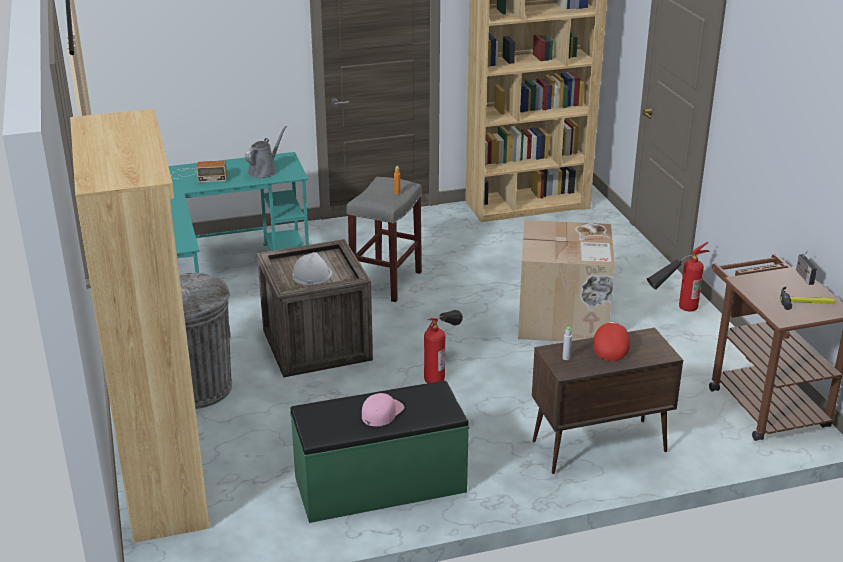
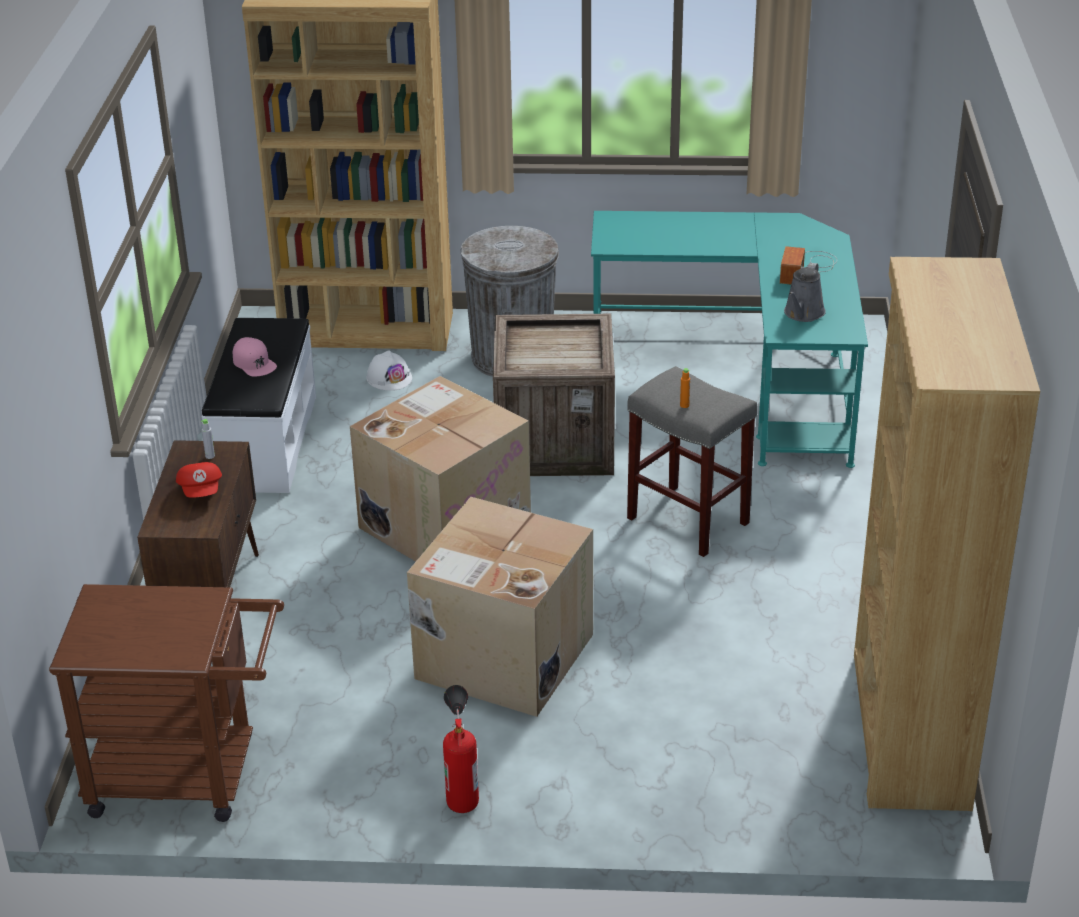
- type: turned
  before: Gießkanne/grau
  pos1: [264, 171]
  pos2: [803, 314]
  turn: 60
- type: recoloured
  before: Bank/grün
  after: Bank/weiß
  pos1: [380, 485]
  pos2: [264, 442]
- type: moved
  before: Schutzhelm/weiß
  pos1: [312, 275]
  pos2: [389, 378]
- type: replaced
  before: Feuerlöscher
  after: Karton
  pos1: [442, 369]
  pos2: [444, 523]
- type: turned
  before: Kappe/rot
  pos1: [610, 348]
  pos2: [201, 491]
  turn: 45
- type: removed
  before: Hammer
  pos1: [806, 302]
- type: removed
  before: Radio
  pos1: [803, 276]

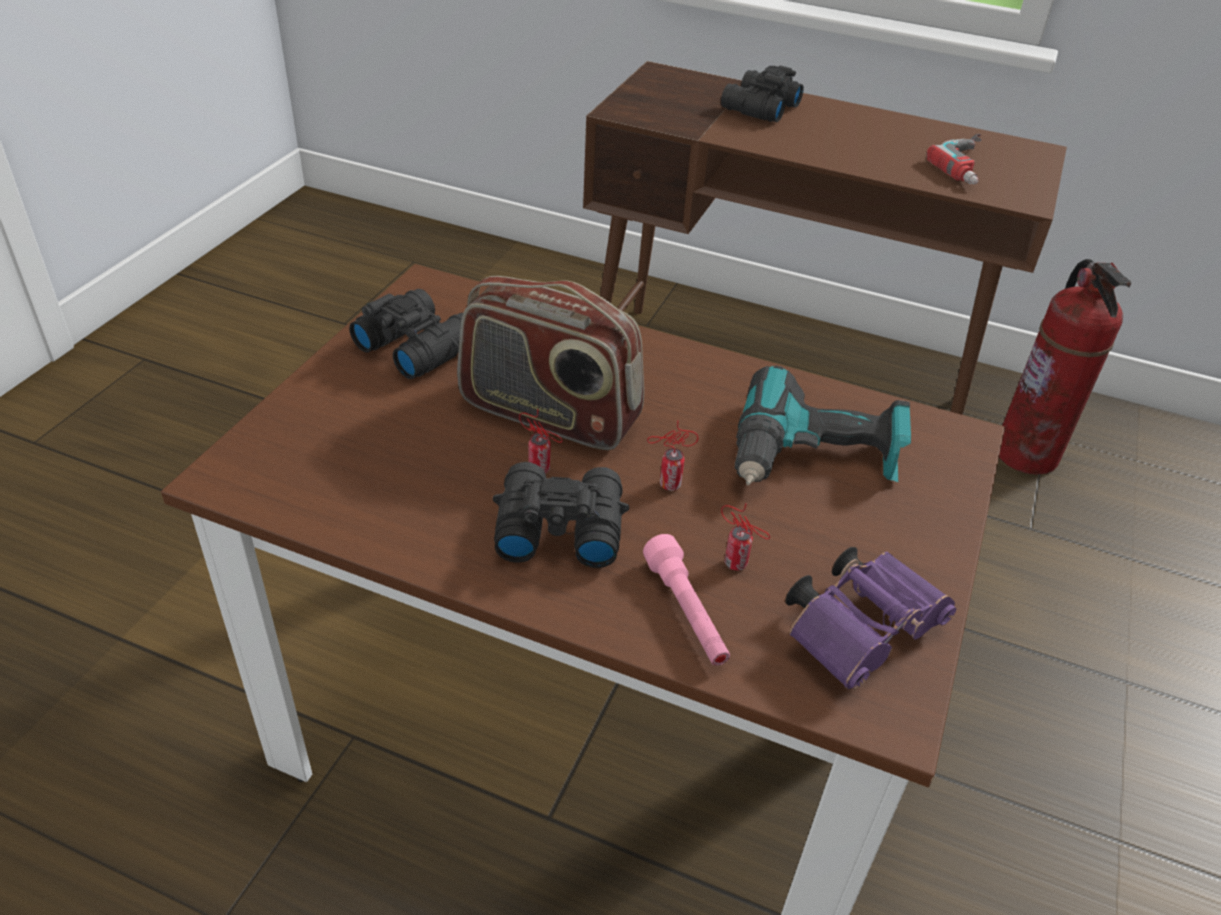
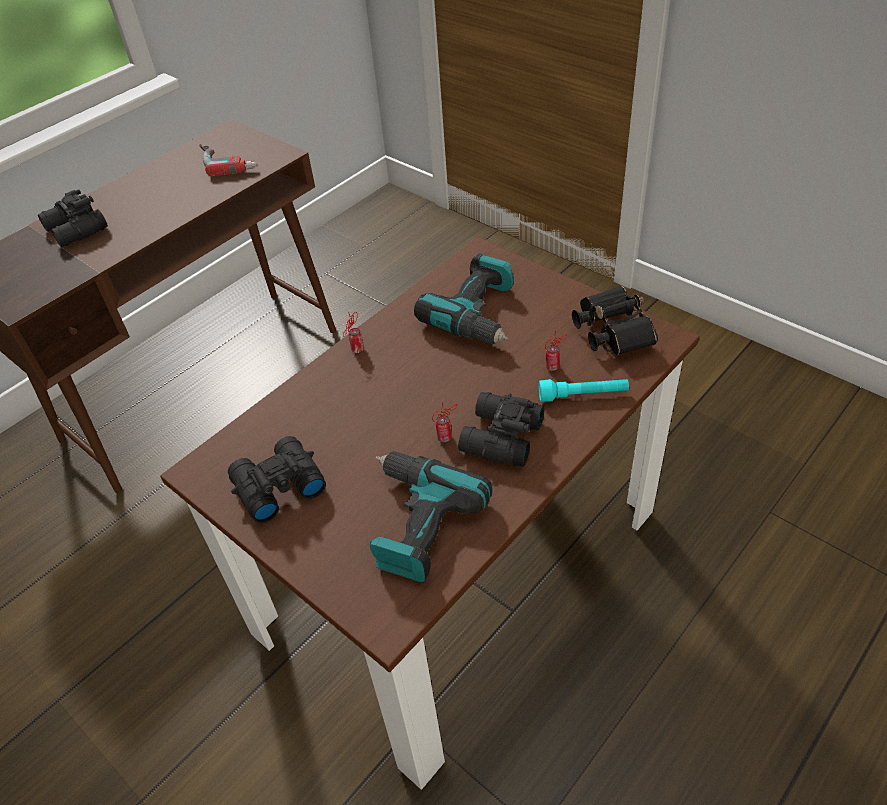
- type: removed
  before: Radio
  pos1: [549, 414]
- type: recoloured
  before: Taschenlampe/rosa
  after: Taschenlampe/türkis
  pos1: [686, 612]
  pos2: [583, 395]
- type: moved
  before: Dose
  pos1: [667, 484]
  pos2: [357, 351]
- type: recoloured
  before: Fernglas/lila
  after: Fernglas/schwarz
  pos1: [863, 630]
  pos2: [610, 332]
- type: removed
  before: Feuerlöscher
  pos1: [1026, 454]
- type: added
  after: Bohrmaschine
  pos2: [416, 523]

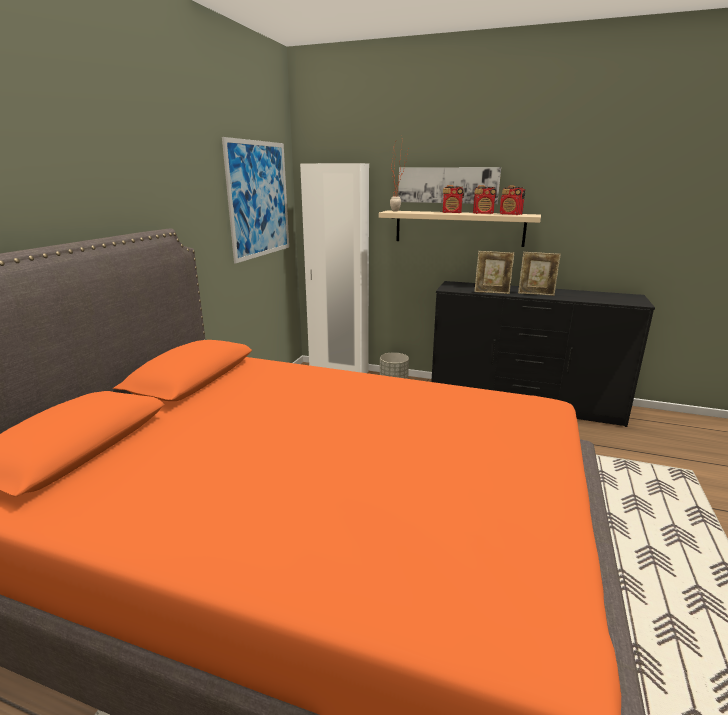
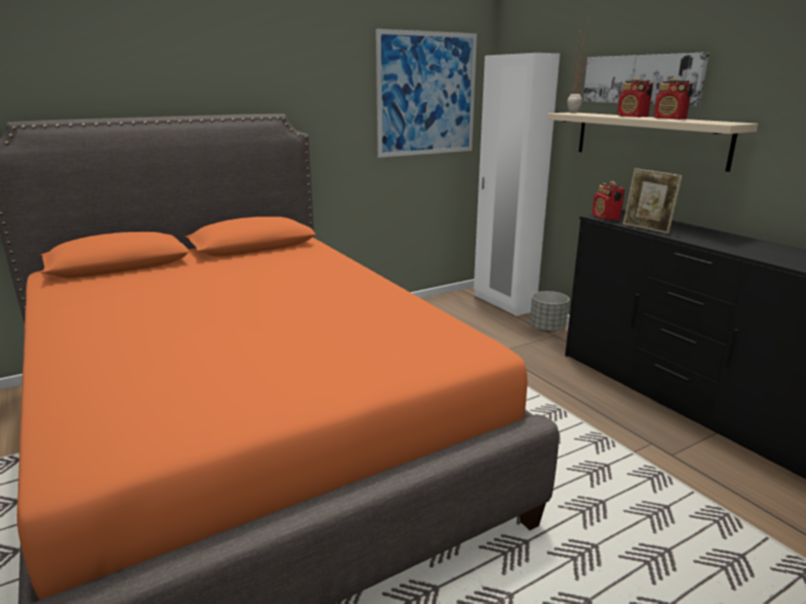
- type: moved
  before: Radio
  pos1: [511, 214]
  pos2: [606, 218]
- type: removed
  before: Bilderrahmen
  pos1: [536, 294]

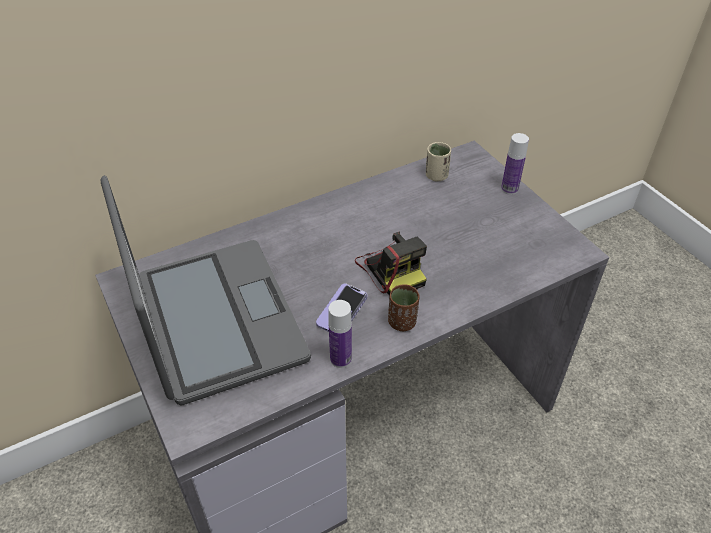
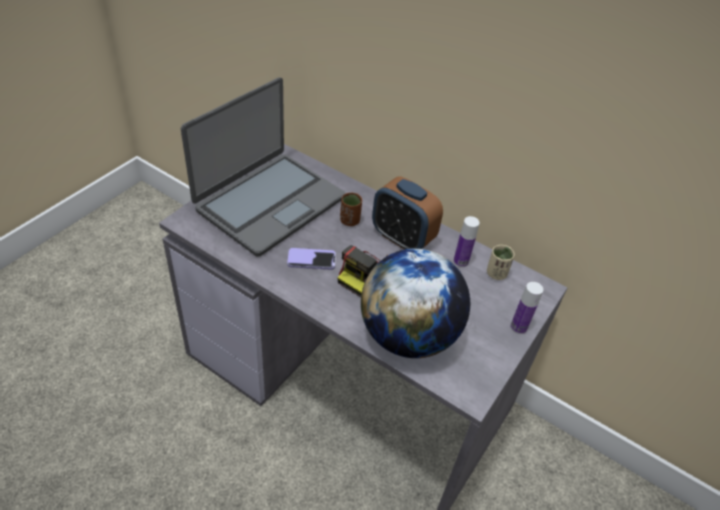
- type: moved
  before: Flasche
  pos1: [341, 359]
  pos2: [460, 261]
- type: moved
  before: Tasse/braun
  pos1: [402, 322]
  pos2: [350, 221]
- type: added
  after: Globus
  pos2: [408, 336]
- type: added
  after: Wecker
  pos2: [402, 238]

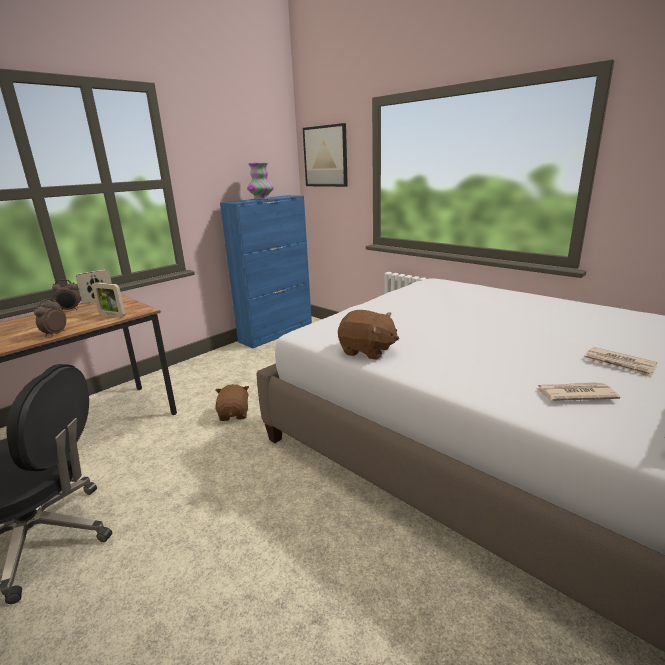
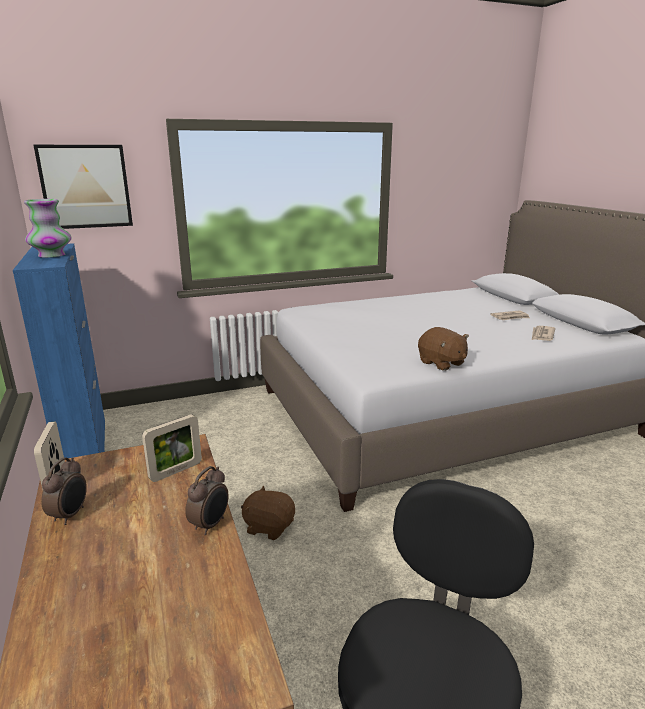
- type: turned
  before: Wecker
  pos1: [54, 334]
  pos2: [210, 524]
  turn: -105
- type: turned
  before: Plüschtier/braun
  pos1: [367, 351]
  pos2: [441, 363]
  turn: 90

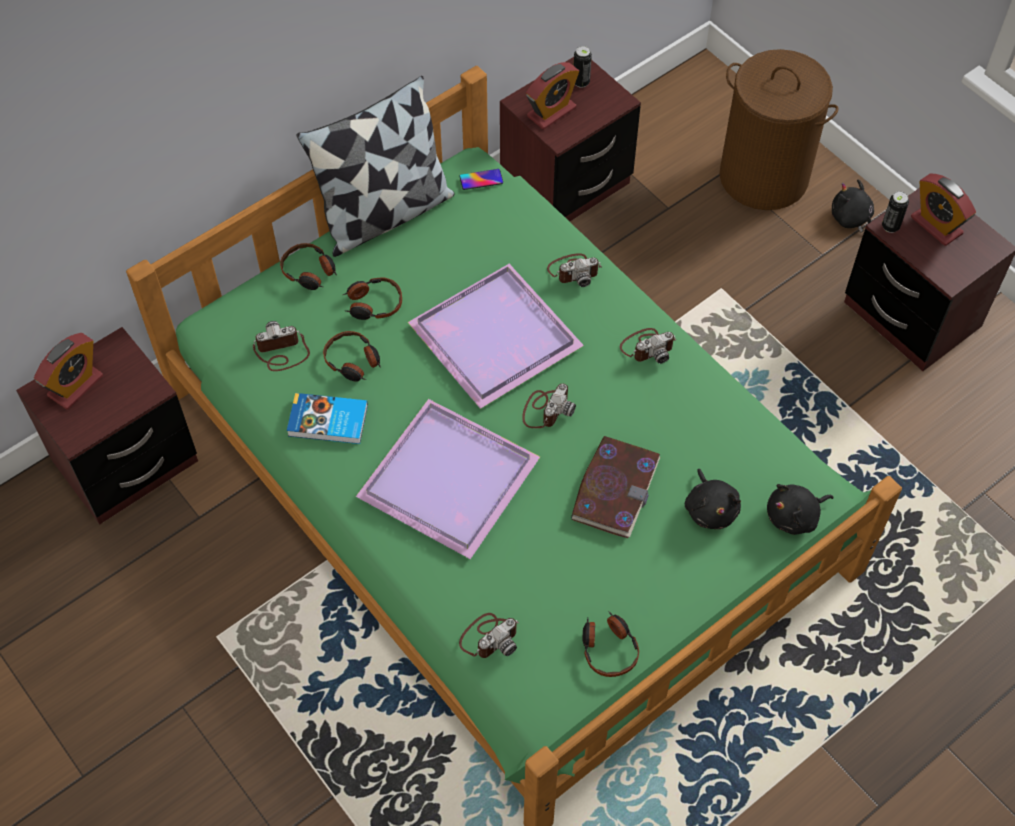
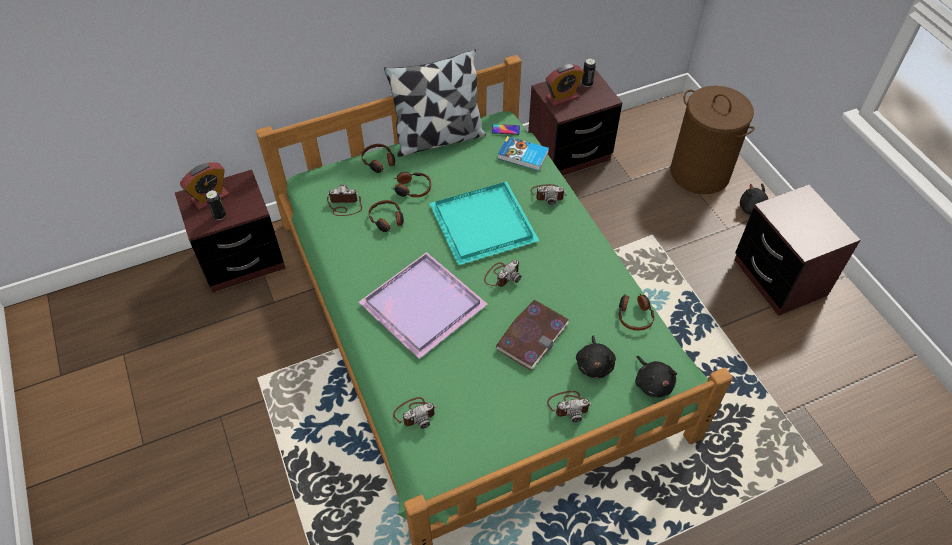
- type: moved
  before: Buch
  pos1: [328, 422]
  pos2: [523, 156]
- type: recoloured
  before: Tablett/lila
  after: Tablett/türkis
  pos1: [491, 337]
  pos2: [481, 223]
- type: moved
  before: Kopfhörer
  pos1: [608, 648]
  pos2: [634, 315]
- type: moved
  before: Kamera
  pos1: [647, 347]
  pos2: [569, 406]
- type: turned
  before: Plüschtier/schwarz
  pos1: [794, 516]
  pos2: [653, 383]
  turn: -105
- type: moved
  before: Dose
  pos1: [890, 226]
  pos2: [219, 216]
- type: removed
  before: Wecker
  pos1: [936, 225]

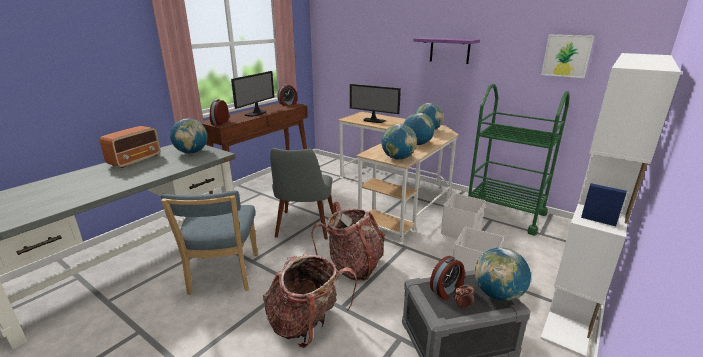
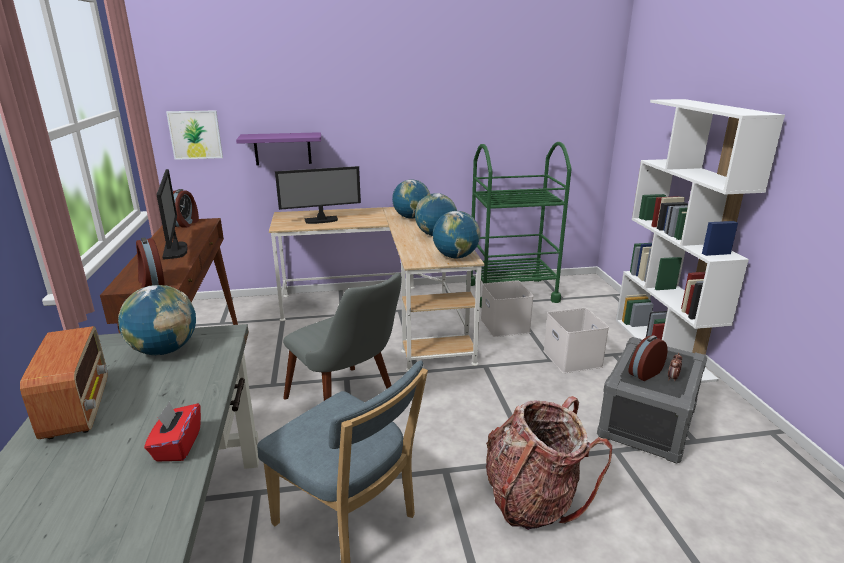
- type: removed
  before: Rucksack
  pos1: [353, 266]
- type: moved
  before: Wandregal/lila
  pos1: [449, 50]
  pos2: [282, 149]
- type: turned
  before: Wecker
  pos1: [447, 290]
  pos2: [644, 373]
  turn: -135
- type: removed
  before: Globus
  pos1: [498, 294]
- type: moved
  before: Bild
  pos1: [566, 56]
  pos2: [195, 134]
- type: added
  after: Taschentuchbox/rot
  pos2: [177, 446]

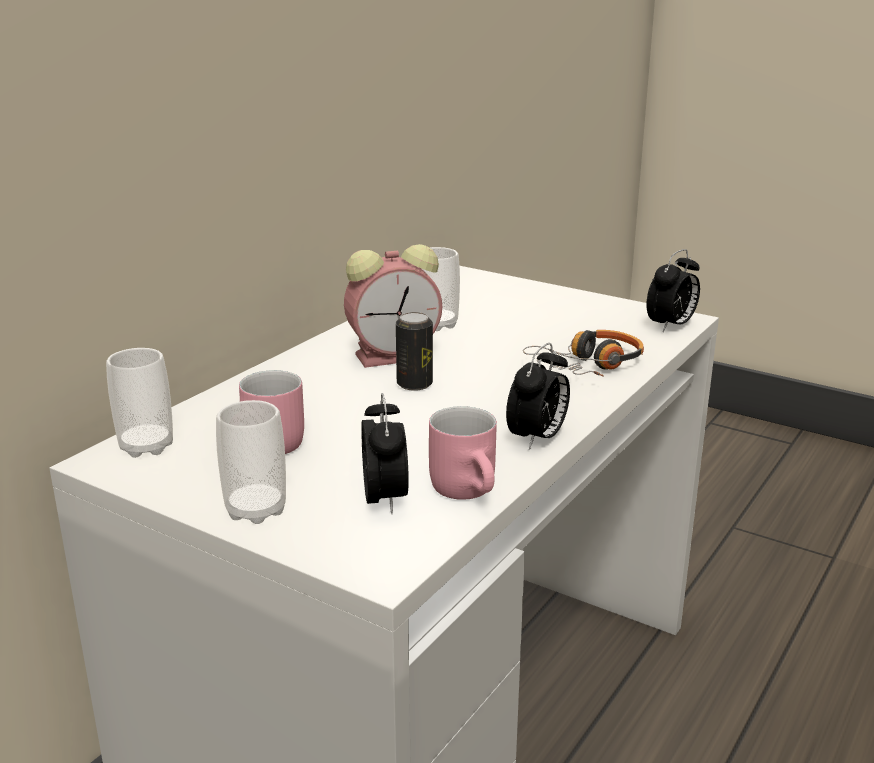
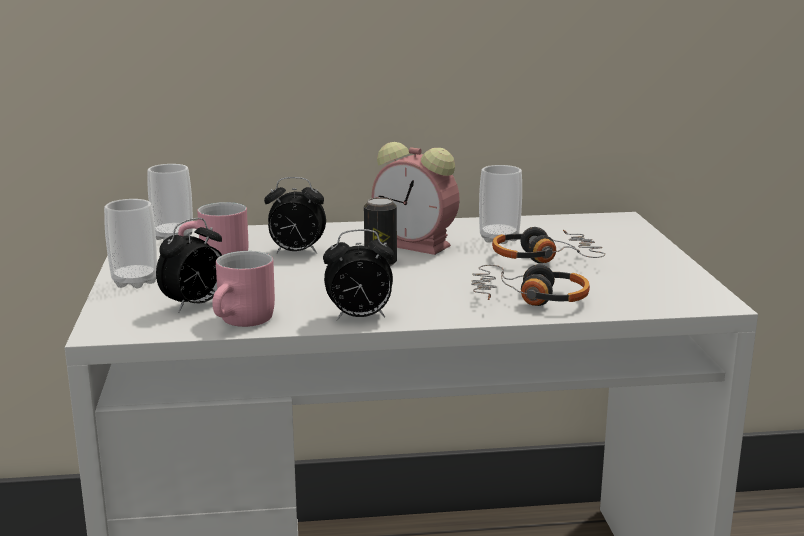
- type: moved
  before: Wecker
  pos1: [671, 326]
  pos2: [296, 253]
- type: added
  after: Kopfhörer
  pos2: [545, 258]

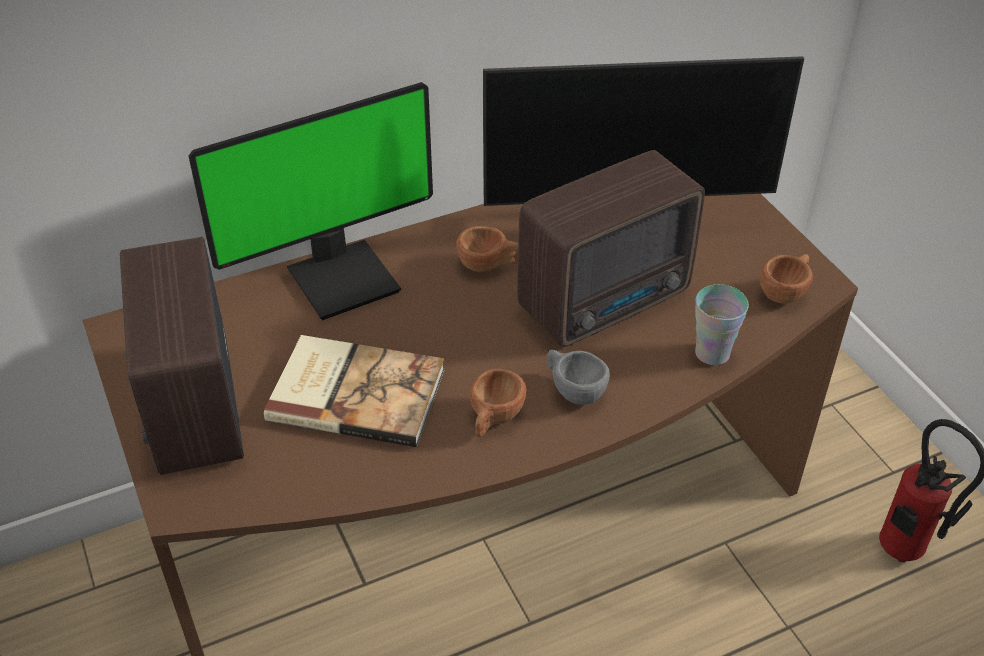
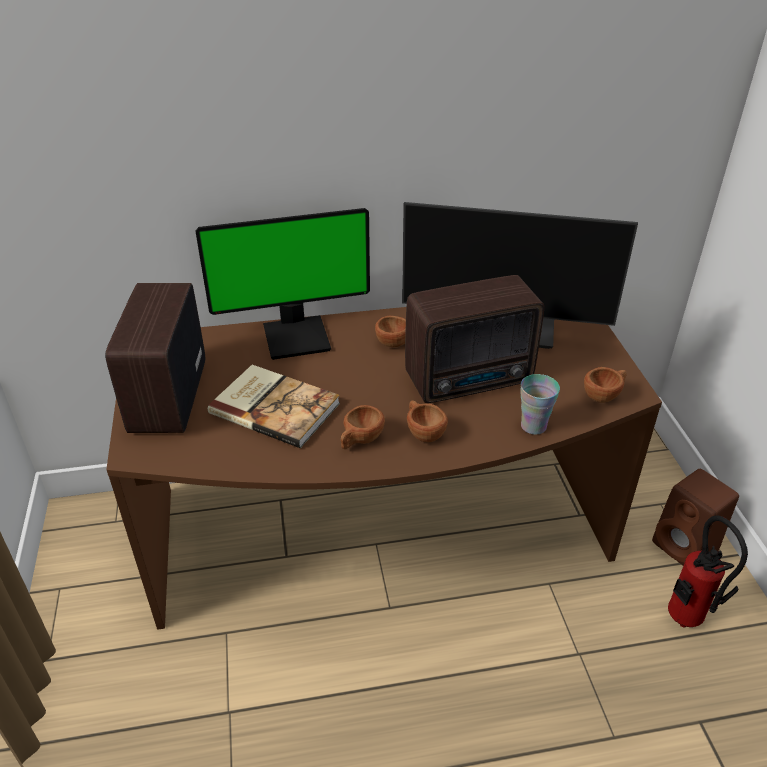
- type: recoloured
  before: Tasse/grau
  after: Tasse/braun
  pos1: [573, 390]
  pos2: [423, 432]
- type: added
  after: Lautsprecher/braun
  pos2: [686, 547]

